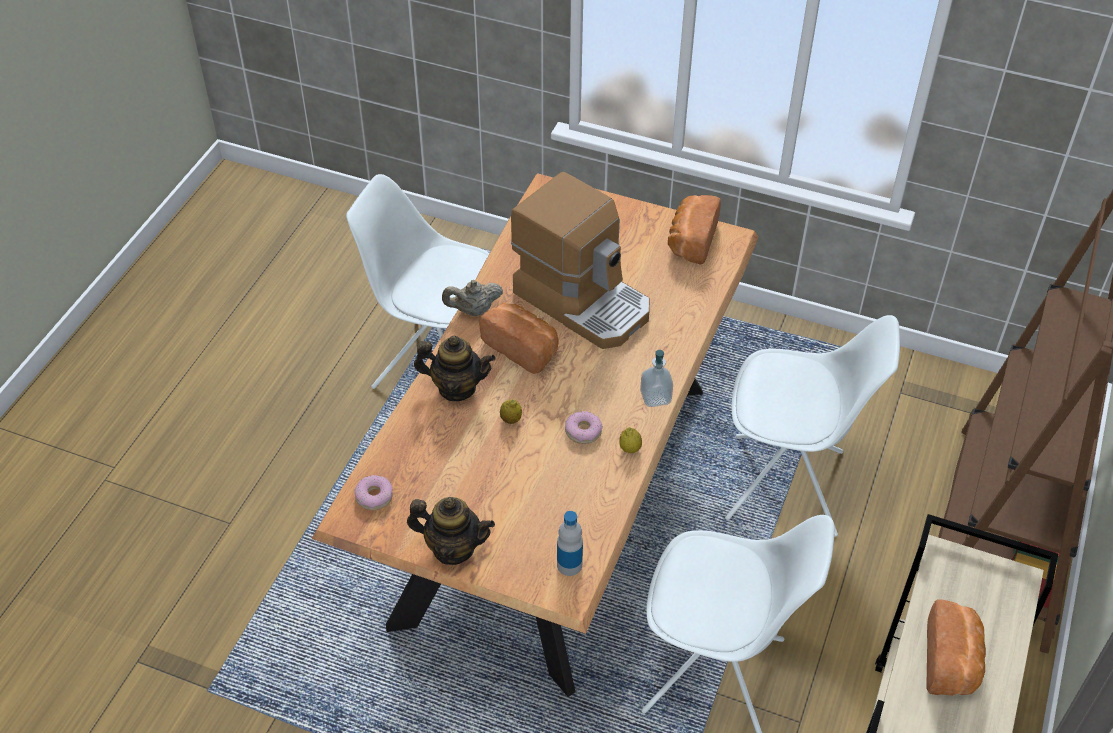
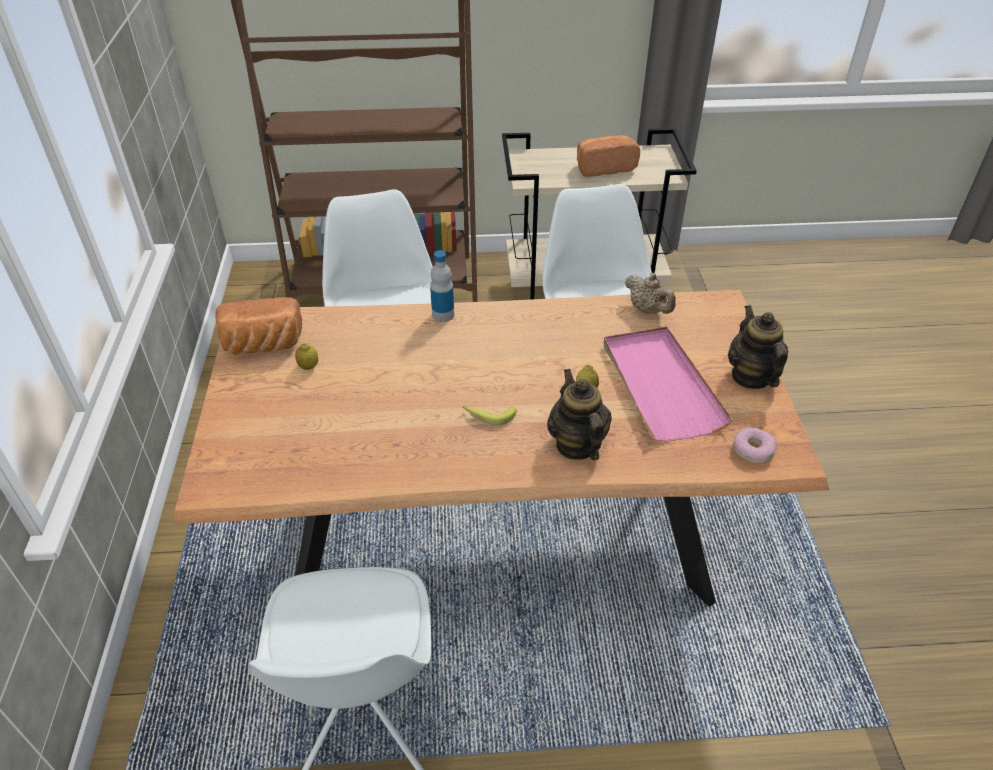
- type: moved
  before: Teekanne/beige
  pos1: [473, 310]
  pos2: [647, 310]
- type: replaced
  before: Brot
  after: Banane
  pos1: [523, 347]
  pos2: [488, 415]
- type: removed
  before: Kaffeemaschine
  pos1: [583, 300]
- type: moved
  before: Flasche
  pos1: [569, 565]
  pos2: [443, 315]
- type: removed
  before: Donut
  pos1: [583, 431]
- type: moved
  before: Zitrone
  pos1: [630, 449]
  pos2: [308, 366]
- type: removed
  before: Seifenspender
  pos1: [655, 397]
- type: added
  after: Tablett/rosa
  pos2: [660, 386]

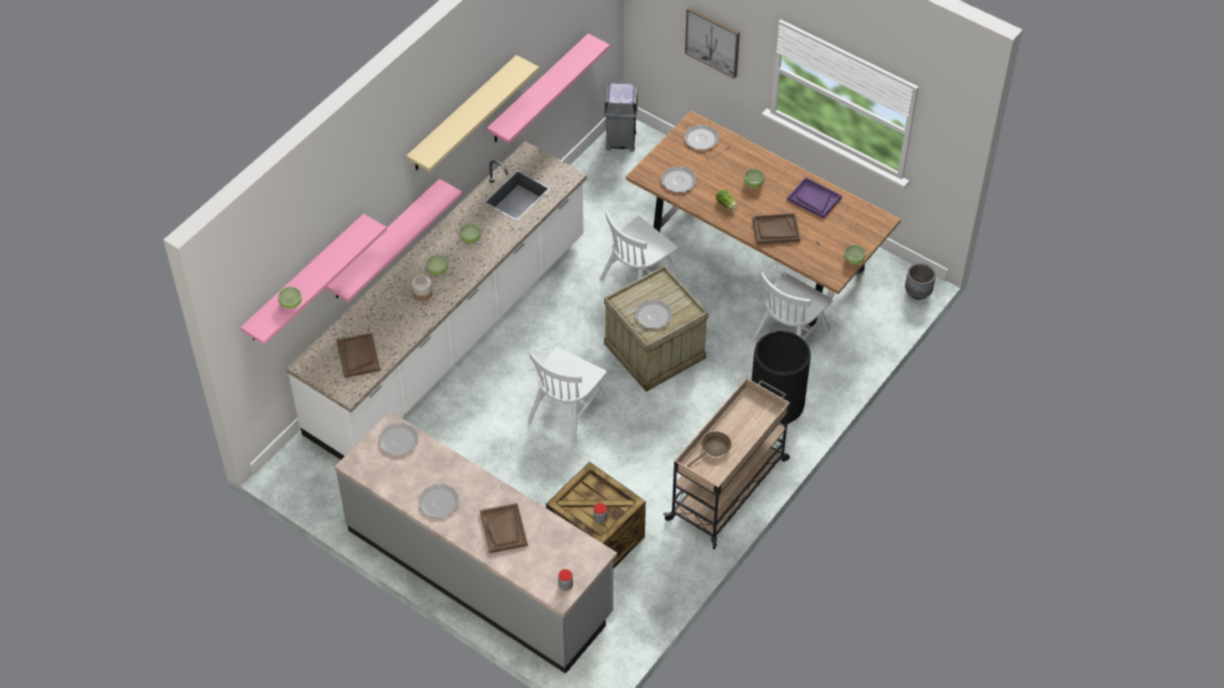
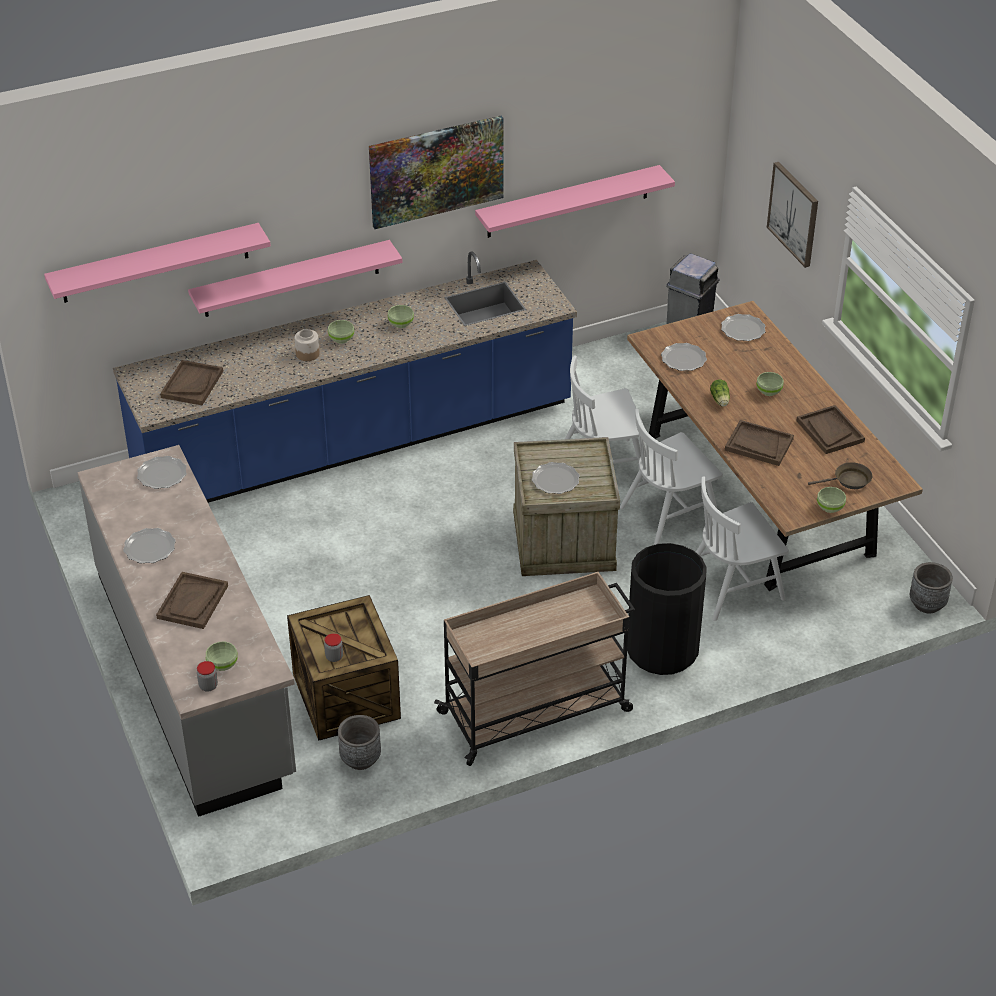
- type: moved
  before: Schüssel/grün
  pos1: [291, 304]
  pos2: [222, 665]
- type: recoloured
  before: Küchenzeile/weiß
  after: Küchenzeile/blau
  pos1: [449, 335]
  pos2: [355, 441]
- type: replaced
  before: Wandregal/beige
  after: Bild
  pos1: [463, 114]
  pos2: [436, 171]
- type: moved
  before: Stuhl/weiß
  pos1: [567, 410]
  pos2: [670, 514]
- type: moved
  before: Pfanne/braun
  pos1: [714, 449]
  pos2: [849, 481]
- type: recoloured
  before: Tablett/lila
  after: Tablett/braun
  pos1: [814, 199]
  pos2: [829, 431]
- type: added
  after: Pflanzkübel/grau
  pos2: [360, 759]

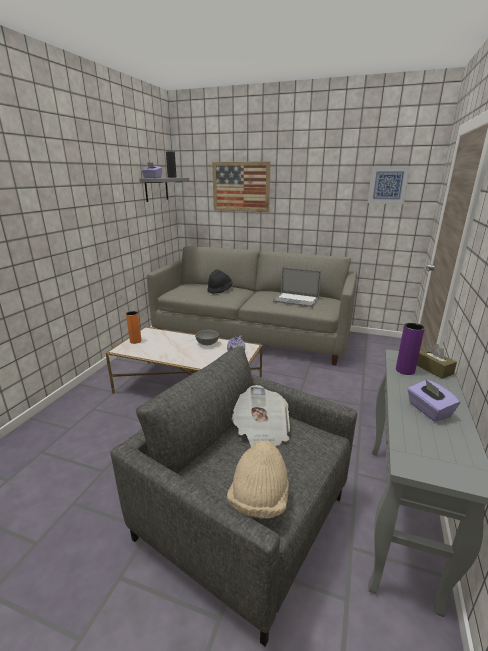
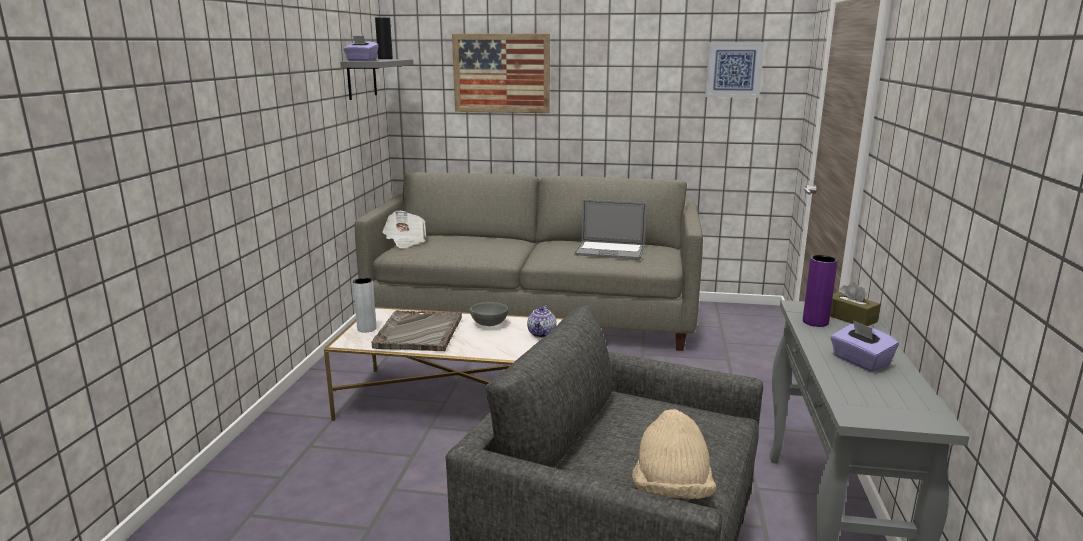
- type: recoloured
  before: Vase/orange
  after: Vase/grau
  pos1: [135, 341]
  pos2: [366, 329]
- type: removed
  before: Hut/schwarz
  pos1: [219, 290]
- type: moved
  before: Zeitung
  pos1: [261, 432]
  pos2: [404, 241]
- type: added
  after: Tablett/grau
  pos2: [418, 333]

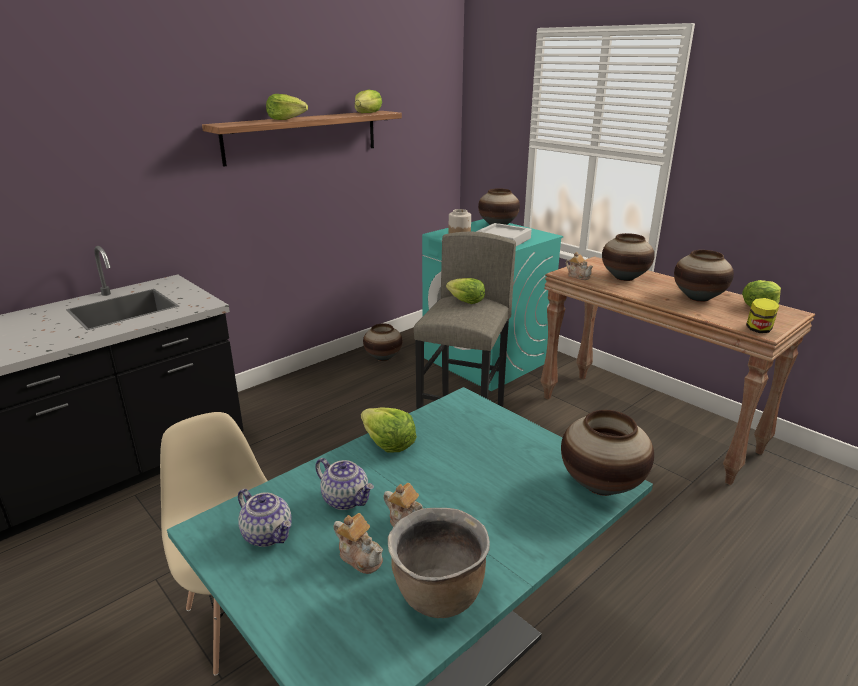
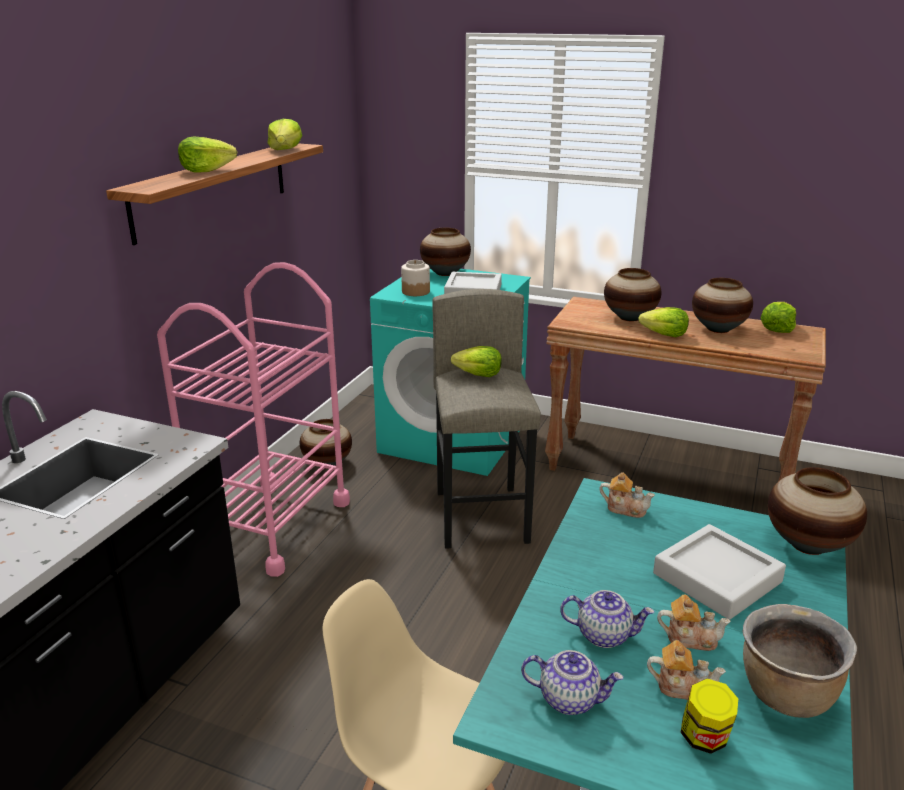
- type: moved
  before: Salatkopf
  pos1: [388, 444]
  pos2: [664, 335]
- type: moved
  before: Teekanne
  pos1: [578, 276]
  pos2: [625, 508]
- type: moved
  before: Vorratsglas
  pos1: [758, 330]
  pos2: [704, 738]
- type: added
  after: Rollwagen/rosa
  pos2: [271, 525]
- type: added
  after: Tablett/grau
  pos2: [717, 578]

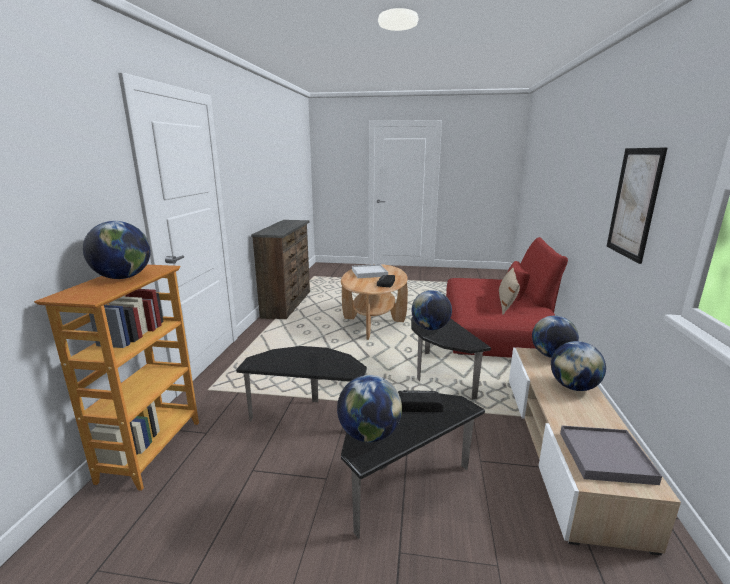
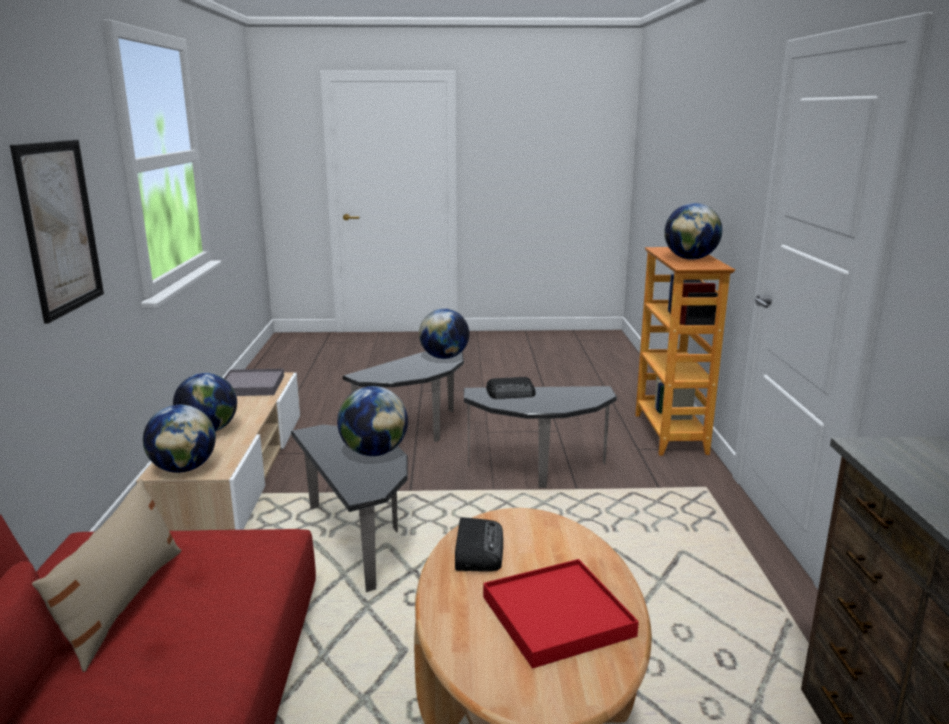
- type: recoloured
  before: Tablett/weiß
  after: Tablett/rot
  pos1: [369, 273]
  pos2: [557, 616]
- type: moved
  before: Radio
  pos1: [417, 405]
  pos2: [511, 393]

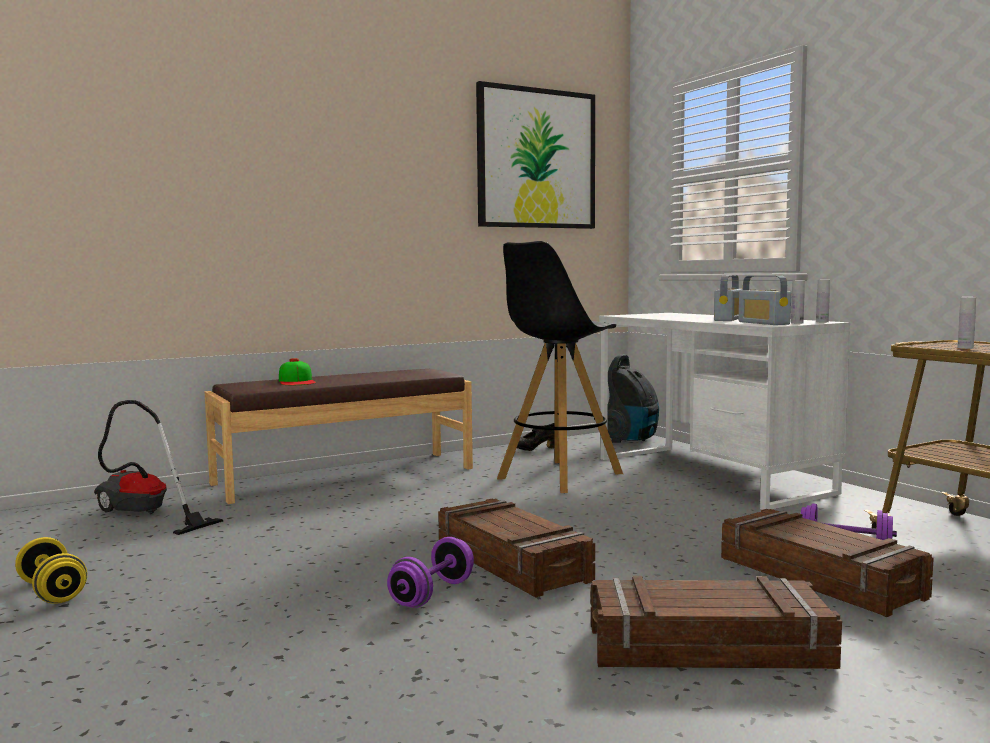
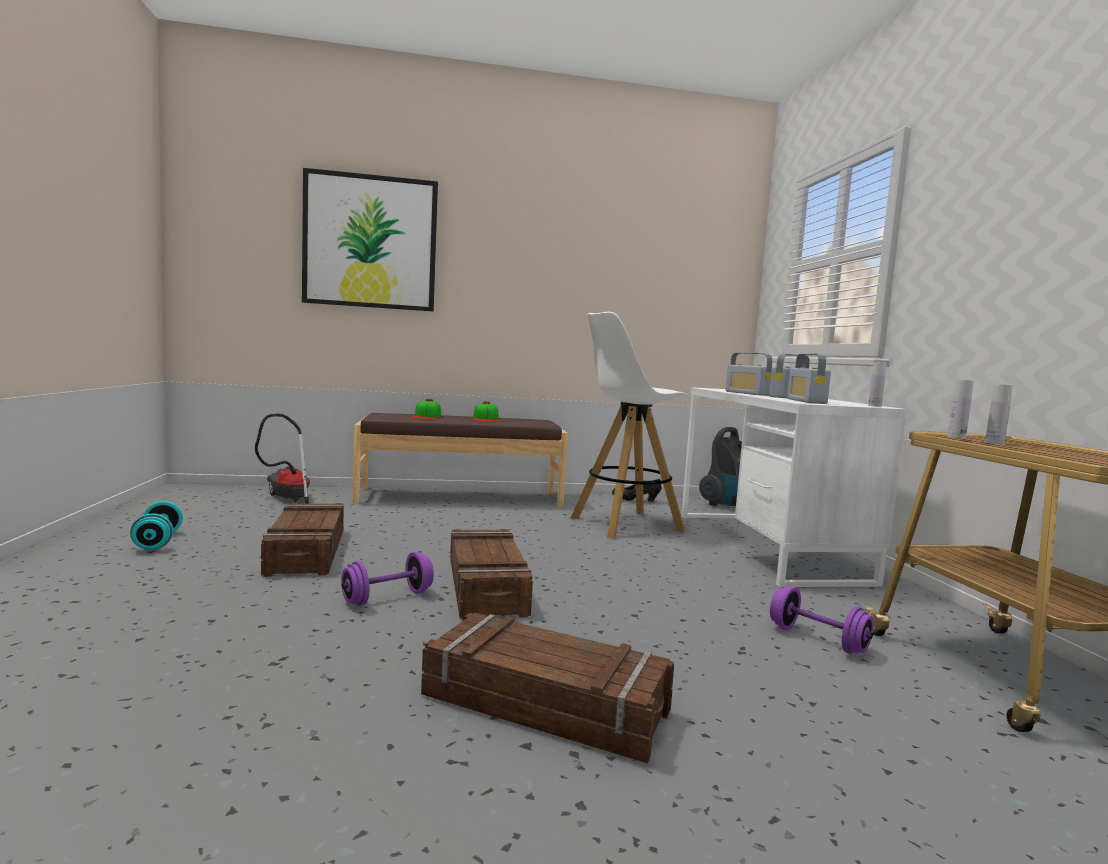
- type: recoloured
  before: Hantel/gelb
  after: Hantel/türkis
  pos1: [52, 592]
  pos2: [158, 541]
- type: moved
  before: Bild
  pos1: [536, 159]
  pos2: [370, 242]
- type: recoloured
  before: Hocker/schwarz
  after: Hocker/weiß
  pos1: [559, 476]
  pos2: [625, 524]
- type: moved
  before: Kiste
  pos1: [820, 577]
  pos2: [308, 551]
- type: moved
  before: Flasche/weiß
  pos1: [797, 323]
  pos2: [956, 437]
- type: added
  after: Kappe
  pos2: [486, 419]
- type: added
  after: Radio
  pos2: [747, 393]

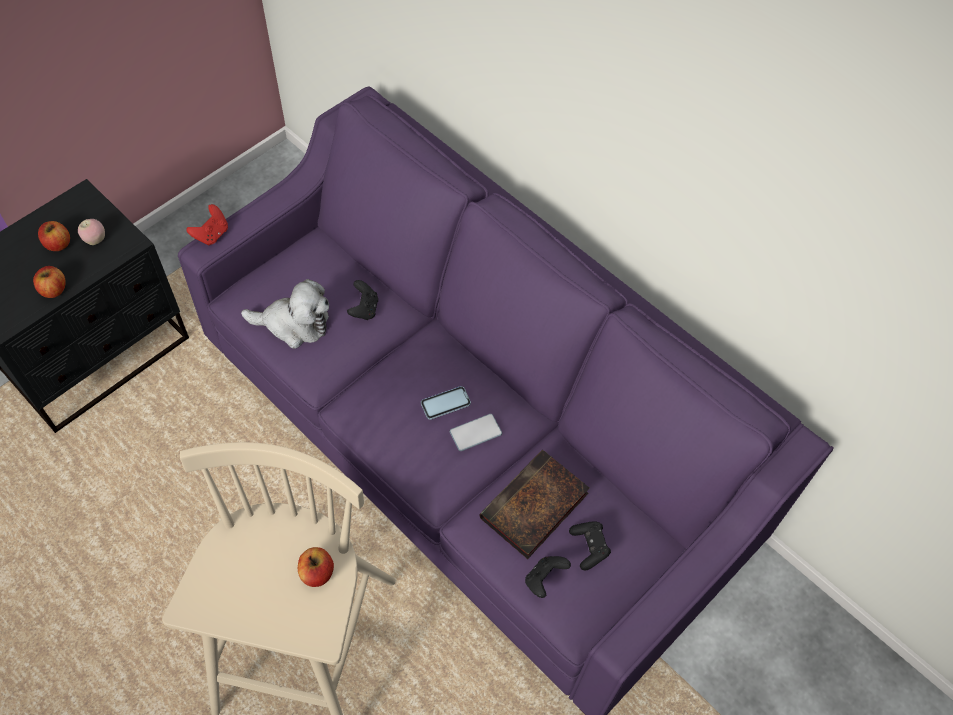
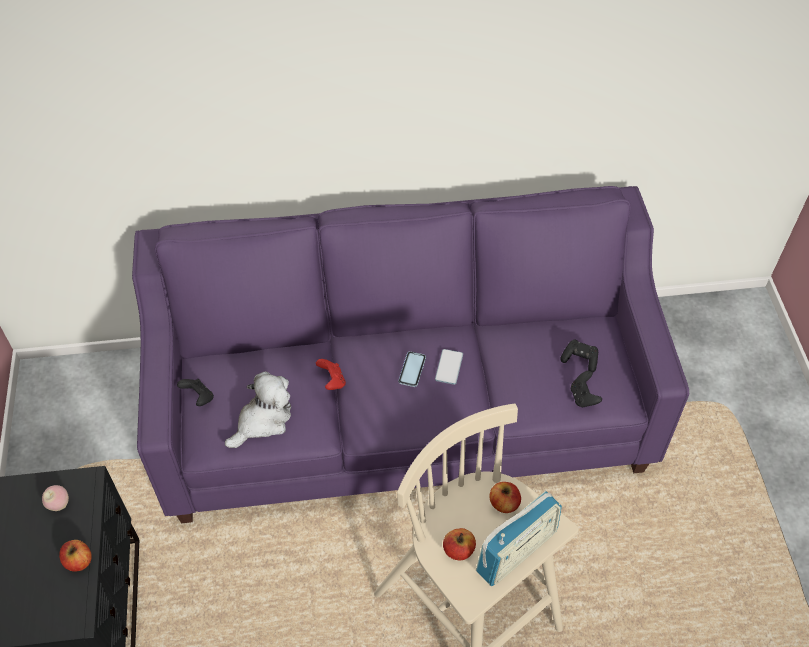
- type: moved
  before: Apfel
  pos1: [58, 244]
  pos2: [458, 550]
- type: moved
  before: Gamepad/rot
  pos1: [212, 234]
  pos2: [332, 381]
- type: moved
  before: Gamepad/schwarz
  pos1: [364, 309]
  pos2: [199, 398]
- type: removed
  before: Buch
  pos1: [533, 508]
- type: added
  after: Radio
  pos2: [516, 551]

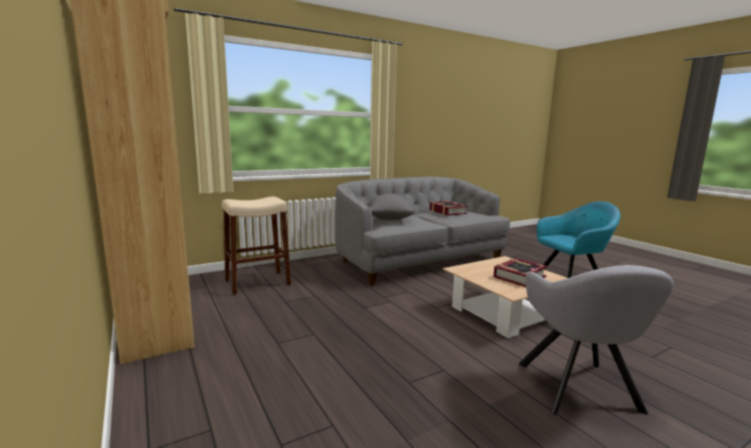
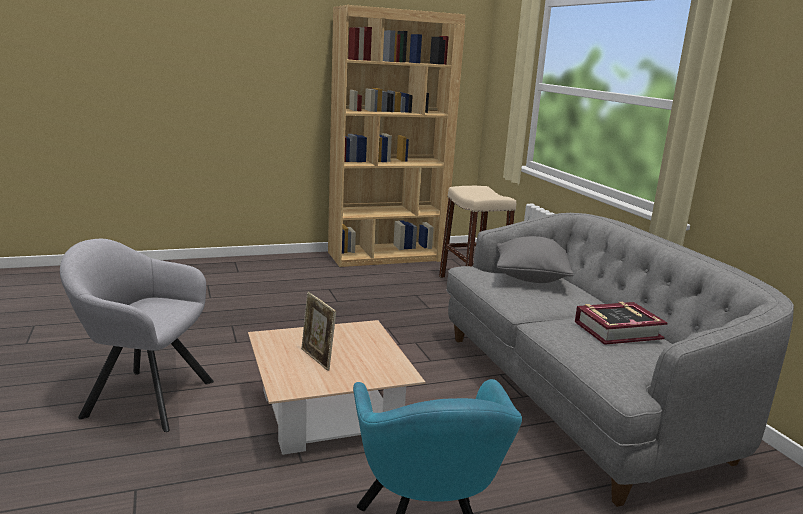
- type: replaced
  before: Buch
  after: Bilderrahmen
  pos1: [519, 277]
  pos2: [317, 359]

